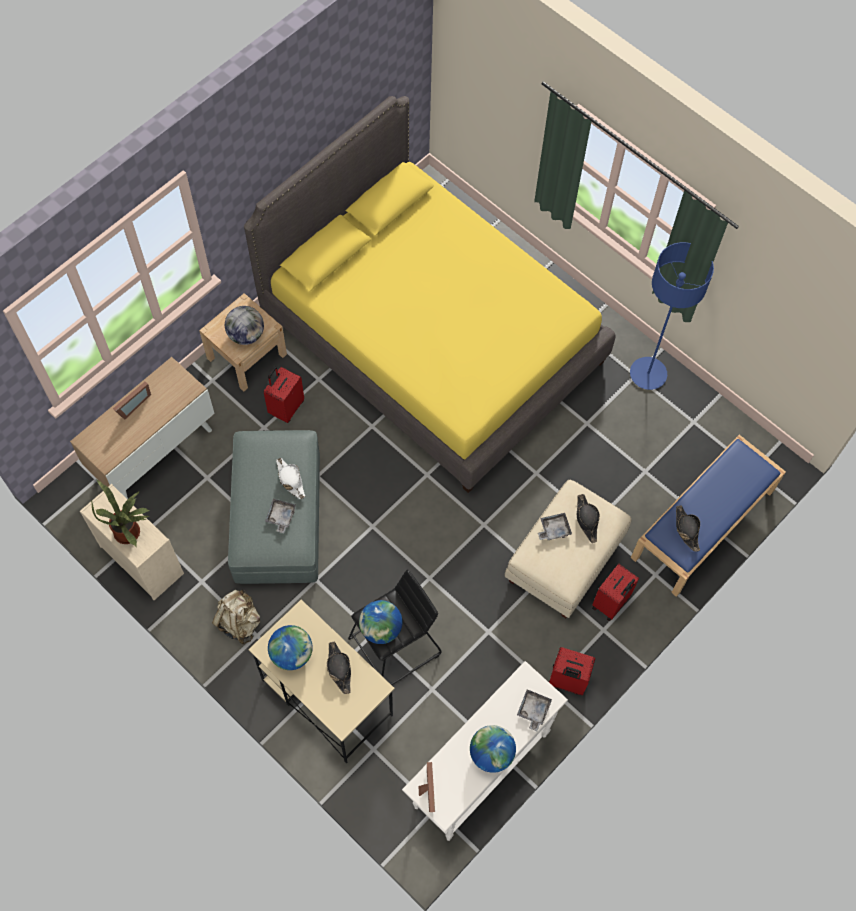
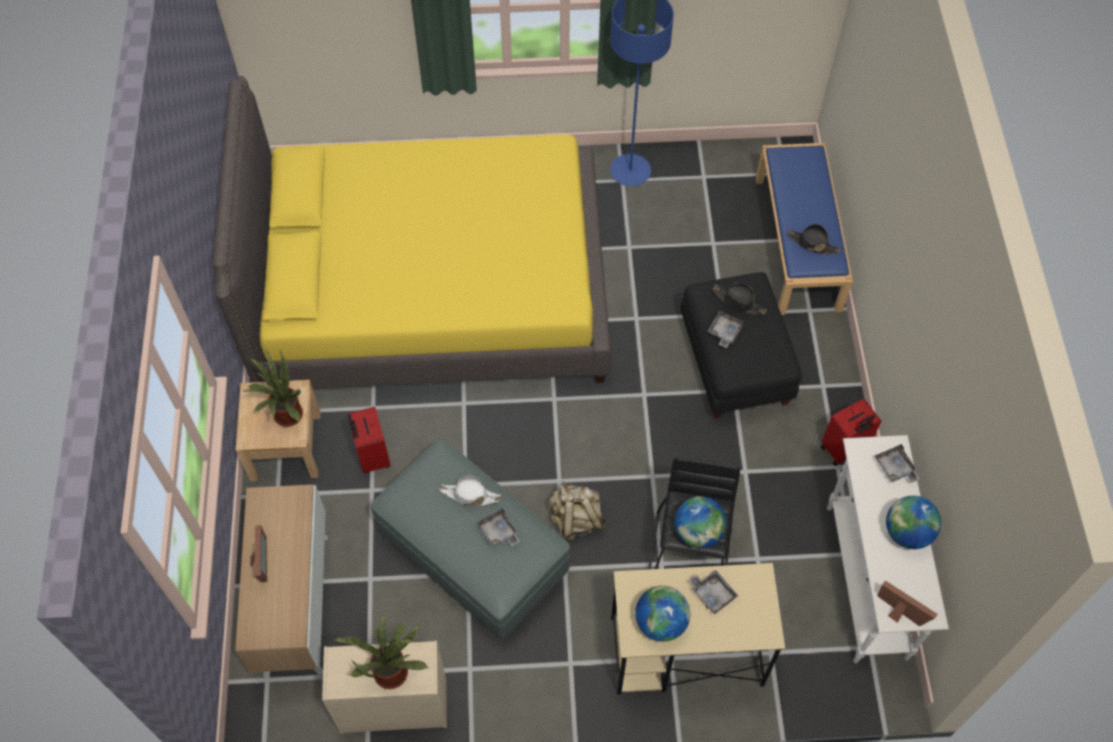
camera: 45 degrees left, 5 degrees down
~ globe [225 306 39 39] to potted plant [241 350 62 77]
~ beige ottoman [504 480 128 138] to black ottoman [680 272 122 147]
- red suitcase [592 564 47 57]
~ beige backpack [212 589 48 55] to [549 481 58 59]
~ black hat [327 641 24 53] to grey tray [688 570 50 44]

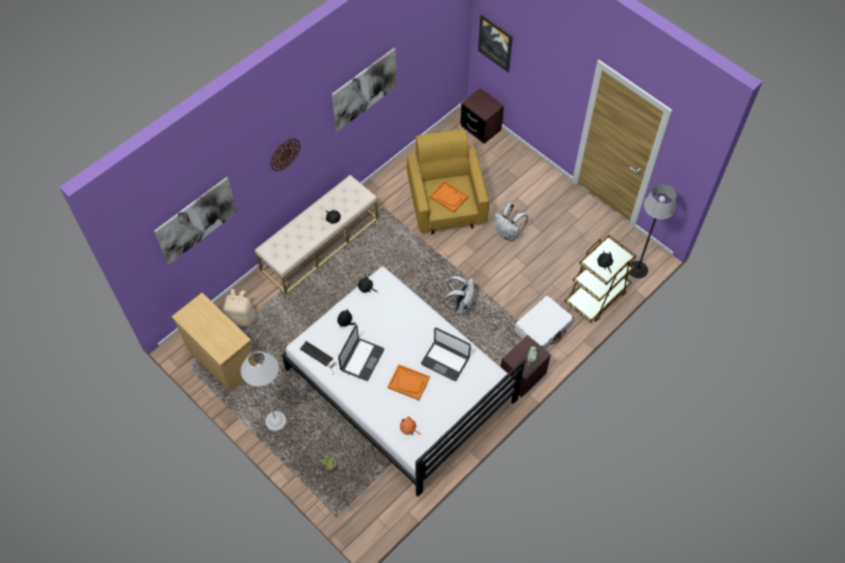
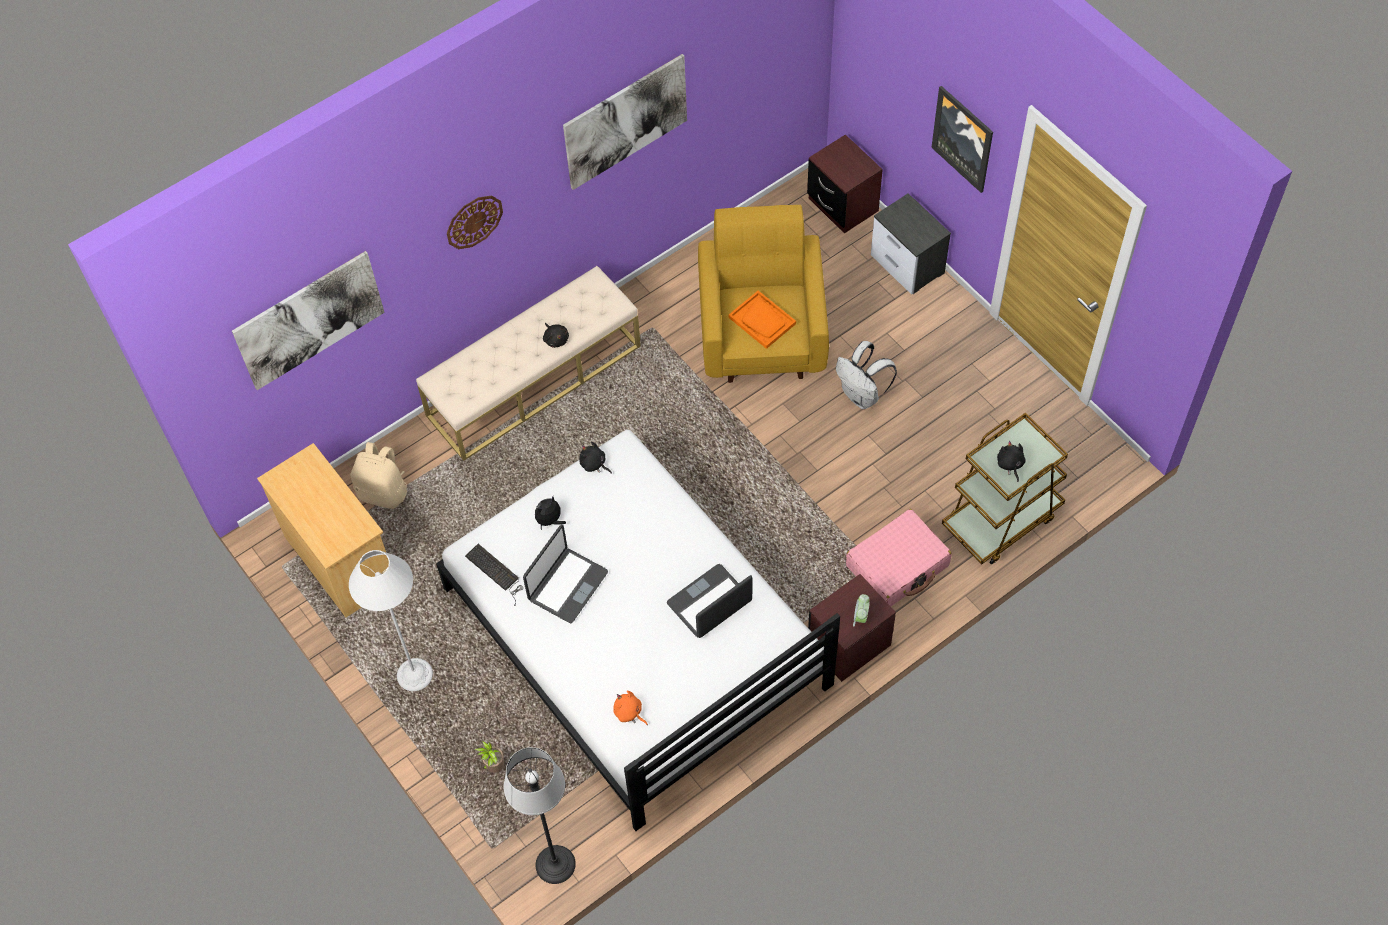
camera: 10 degrees right, 0 degrees up
~ picture [478 14 35 58] to [931 86 62 107]
~ floor lamp [629 184 47 94] to [504 747 72 137]
- white backpack [444 276 30 39]
~ white suitcase [514 295 60 54] to pink suitcase [846 509 105 97]
~ laptop [421 327 50 54] = [667 564 85 74] 105 degrees clockwise
- orange tray [388 364 42 36]
+ nightstand [871 193 80 102]

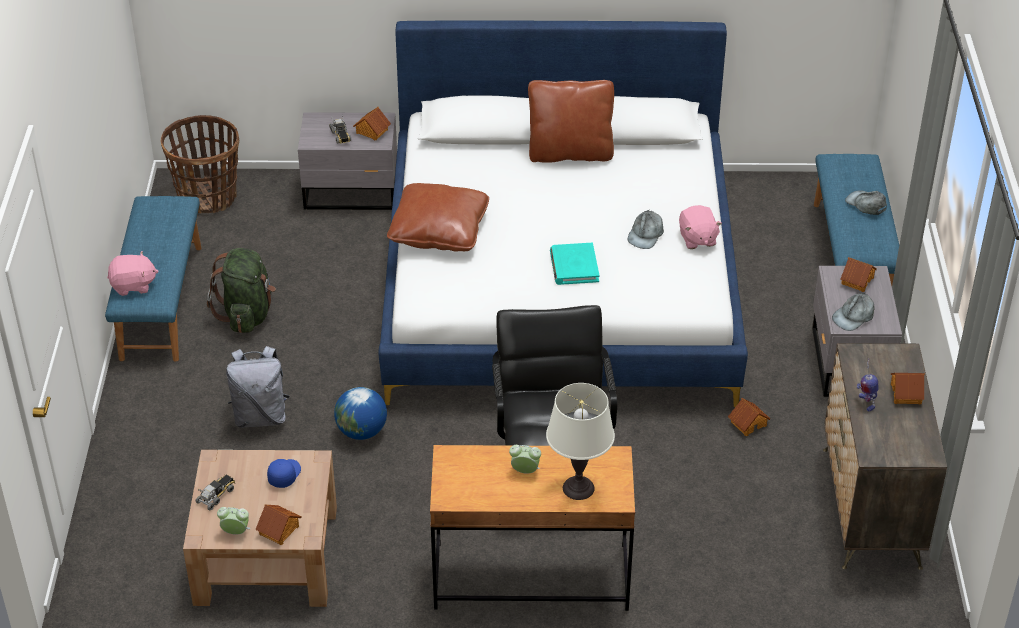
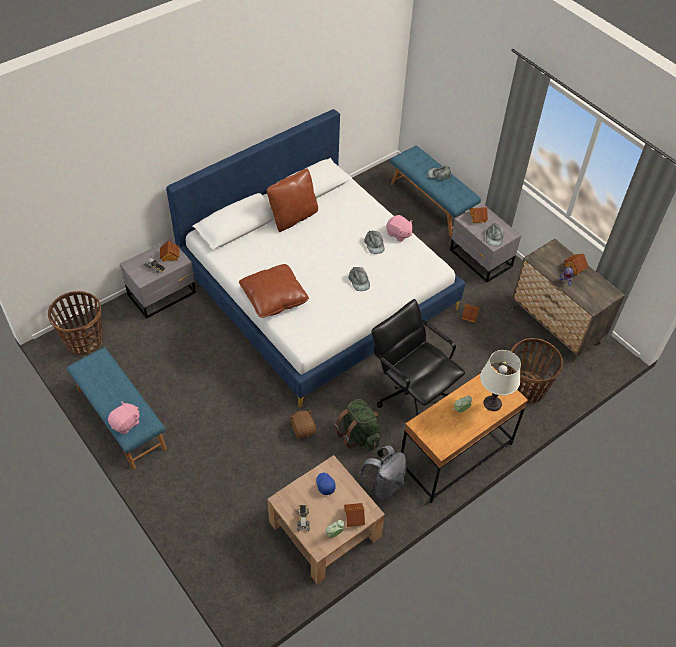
camera: 40 degrees left, 10 degrees up
~ turquoise book [550 243 49 42] to grey cap [349 267 21 24]
~ green backpack [207 248 69 85] to [334 399 46 52]
~ grey backpack [226 346 64 82] to [359 446 48 54]
~ globe [334 387 53 53] to brown plush toy [289 411 27 28]
+ basket [508 338 55 66]

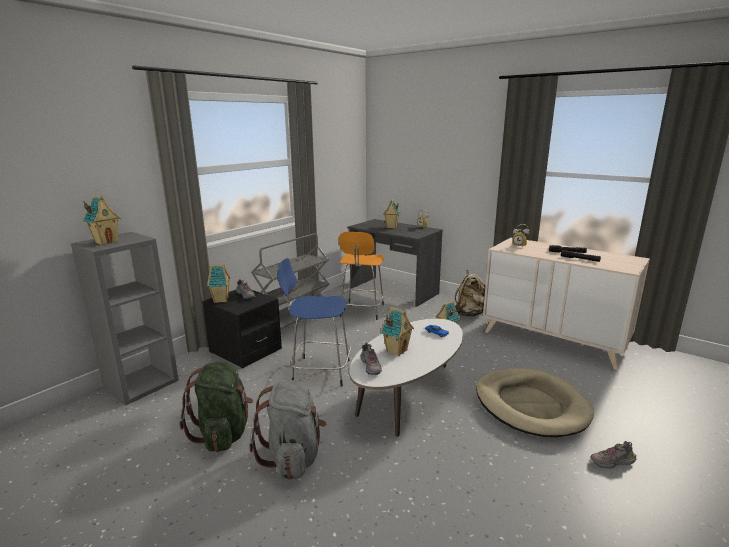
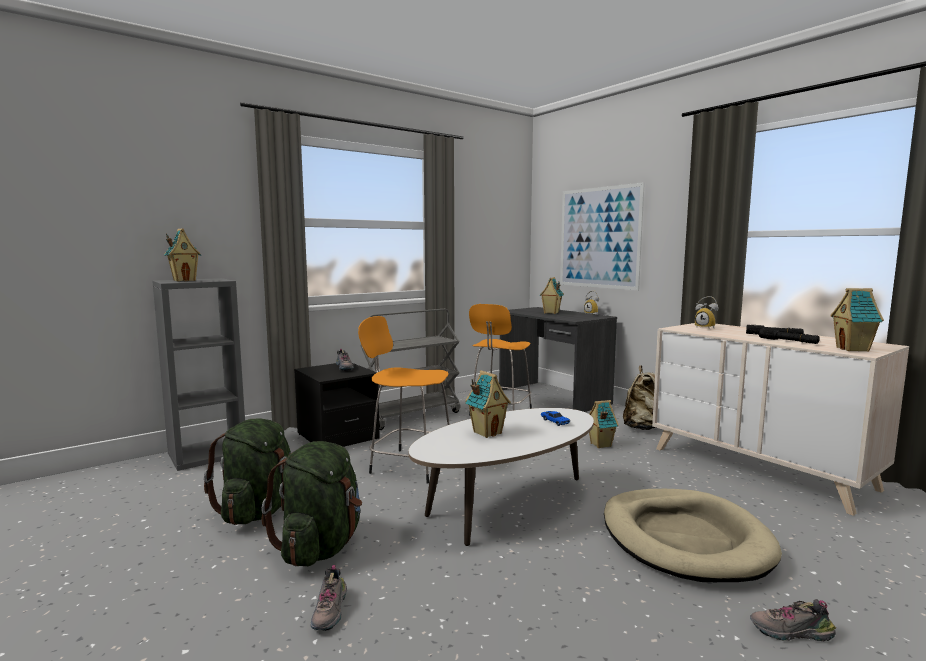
camera: 15 degrees right, 10 degrees down
~ blue stool [277 258 74 129] to orange stool [358 316 92 168]
~ toy house [207 264 23 39] to [830 288 54 64]
~ shoe [360 343 22 32] to [311 565 36 66]
~ grey backpack [249 380 77 100] to green backpack [261 441 101 126]
+ picture [560 182 85 108]

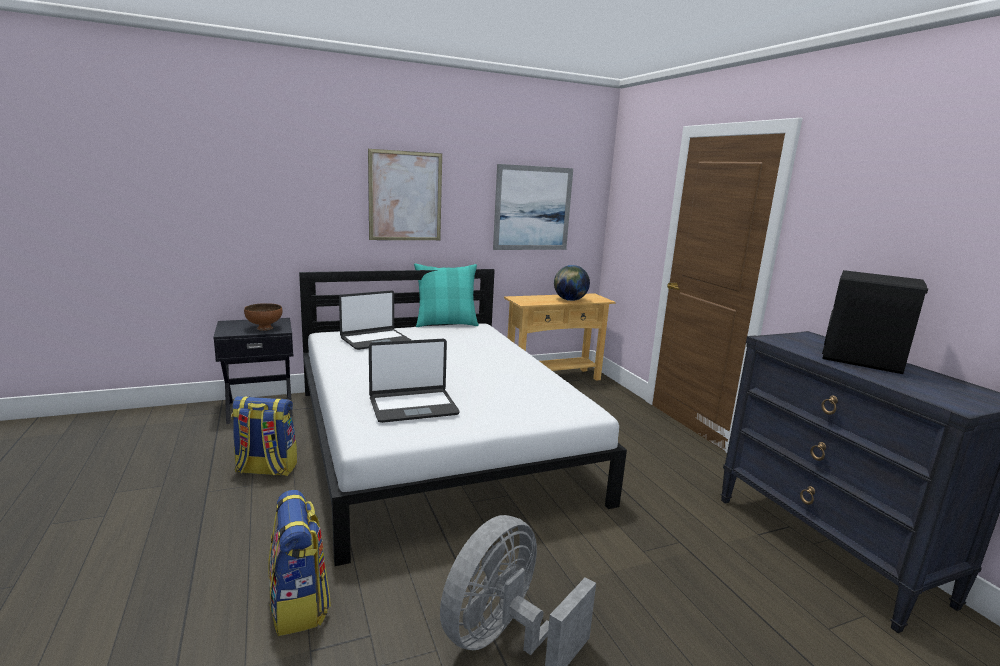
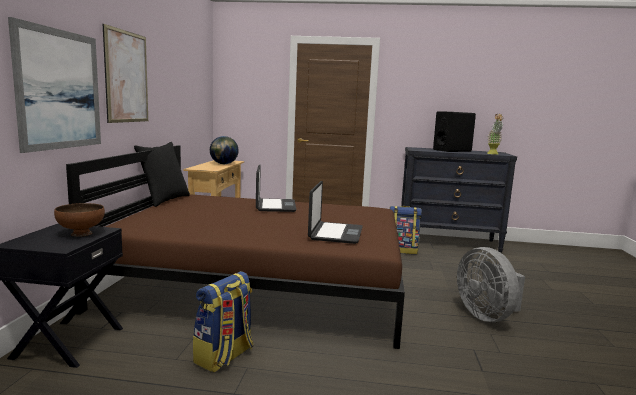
camera: 60 degrees left, 5 degrees down
~ picture [493 164 80 86] to [8 17 93 136]
~ turquoise pillow [414 264 65 63] to black pillow [134 142 56 65]
~ white bed [299 269 328 297] to brown bed [66 145 339 204]
~ laptop [339 290 72 60] to [256 165 41 47]
~ backpack [268 490 63 146] to [389 206 33 48]
+ potted plant [487 114 16 41]

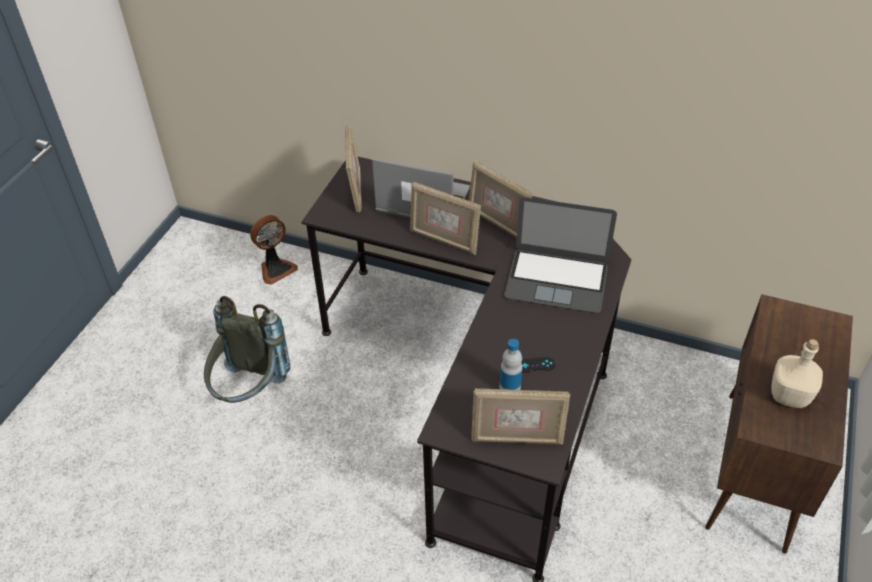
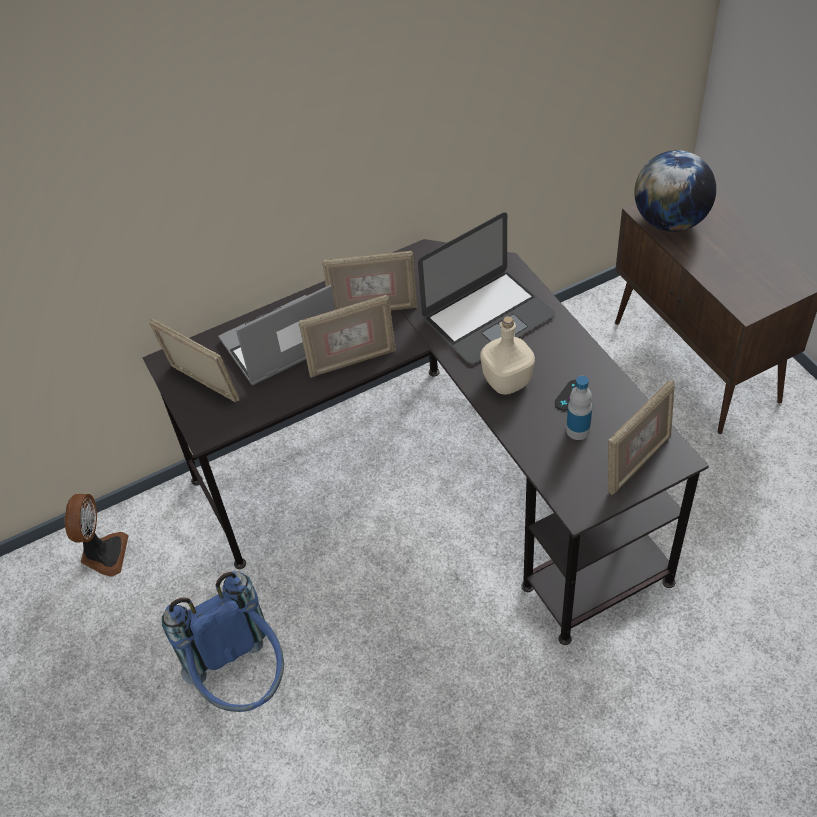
camera: 45 degrees left, 5 degrees up
~ grey backpack [204 296 86 107] to blue backpack [162 571 122 141]
~ beige bottle [771 339 52 69] to [480 316 55 79]
+ globe [634 150 82 82]

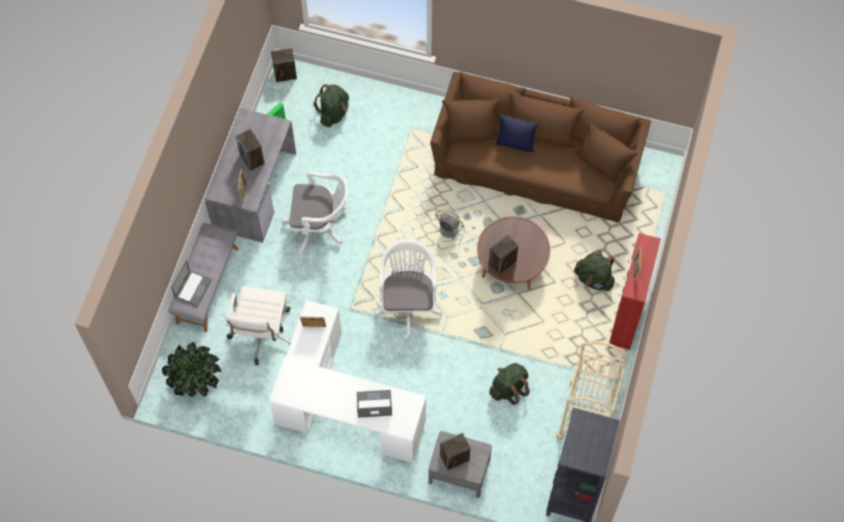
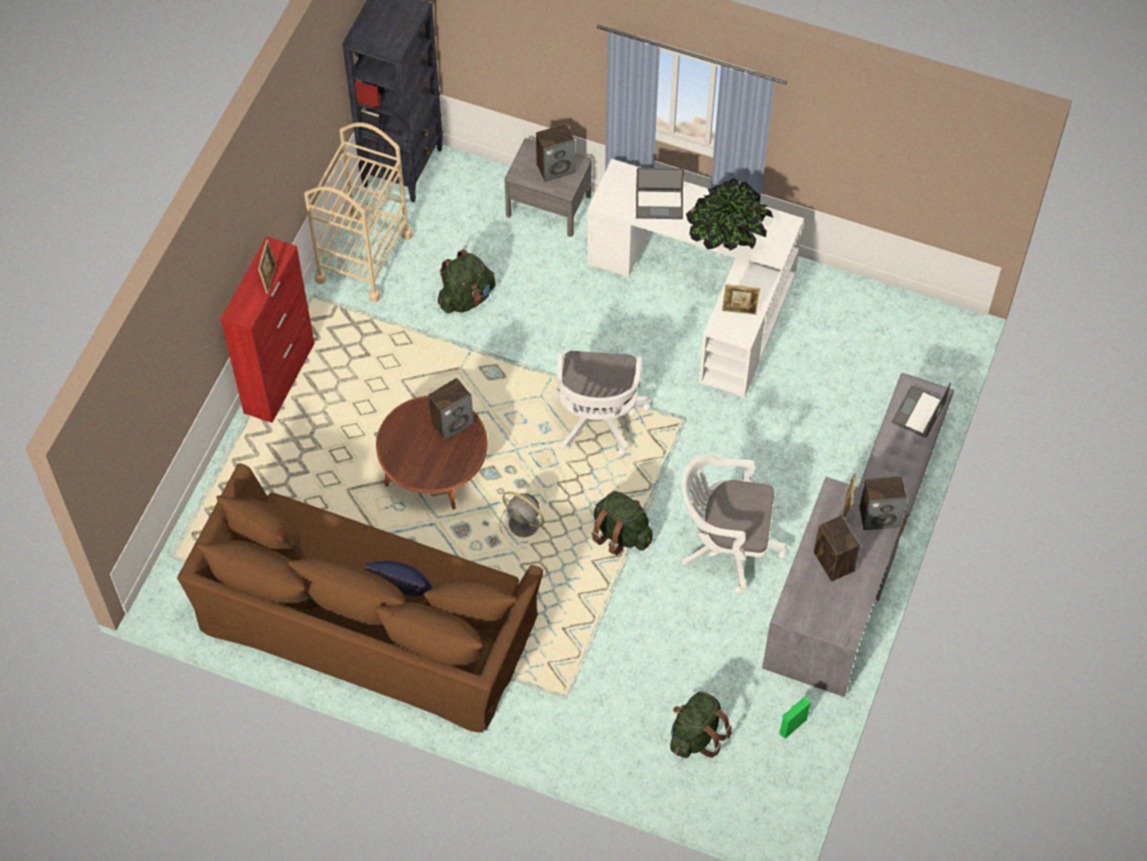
camera: 175 degrees left, 5 degrees down
~ speaker [271 48 26 34] to [859 476 48 54]
~ green backpack [574 250 41 41] to [591 491 62 65]
- white office chair [225 286 66 79]
~ potted plant [162 342 59 55] to [686 178 88 73]

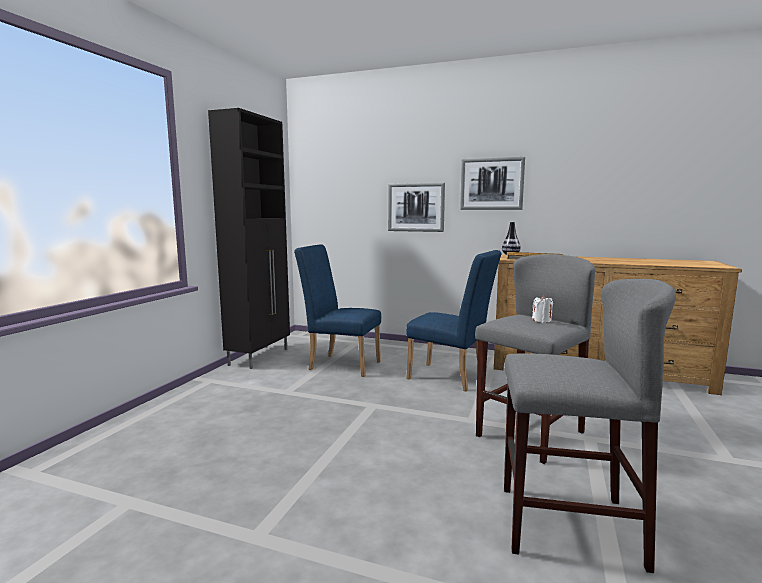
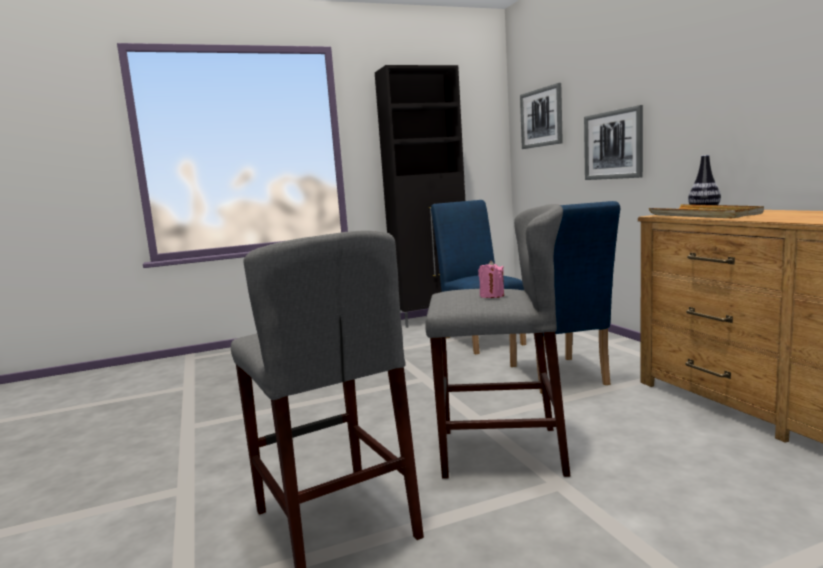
camera: 50 degrees right, 0 degrees up
~ picture [460 157 65 53] to [520 83 43 66]
~ white candle [532 295 21 28] to pink candle [478 260 26 38]

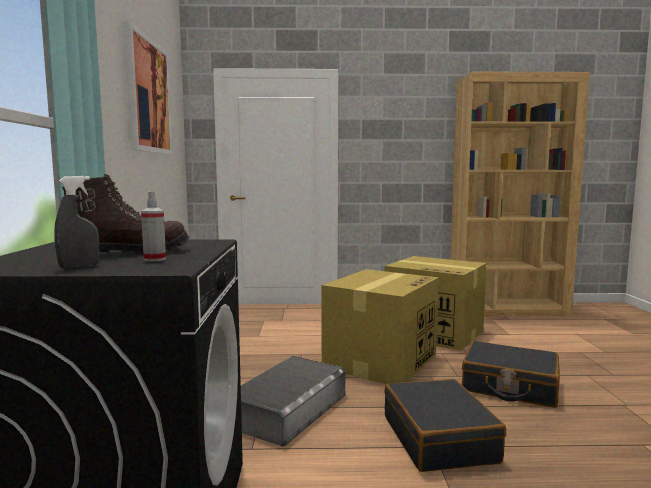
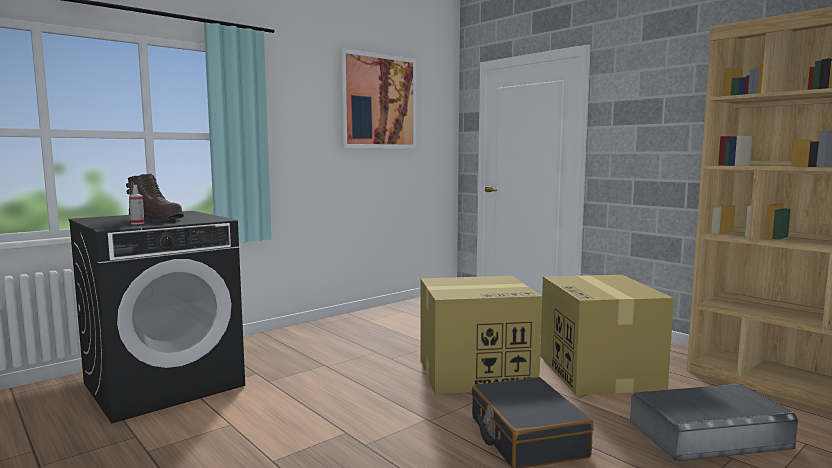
camera: 50 degrees right, 0 degrees up
- grey spray bottle [54 176 45 93]
~ grey storage box [241 356 104 91] to [630 384 168 77]
- black suitcase [384 379 122 93]

